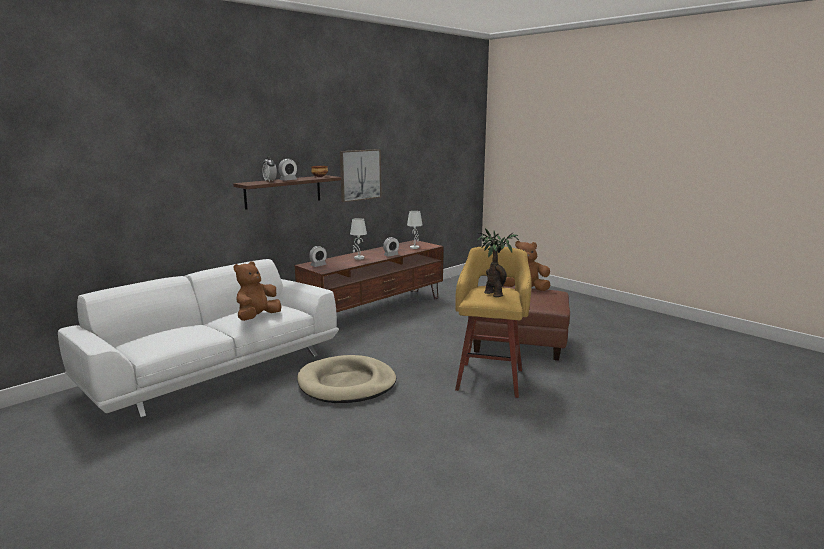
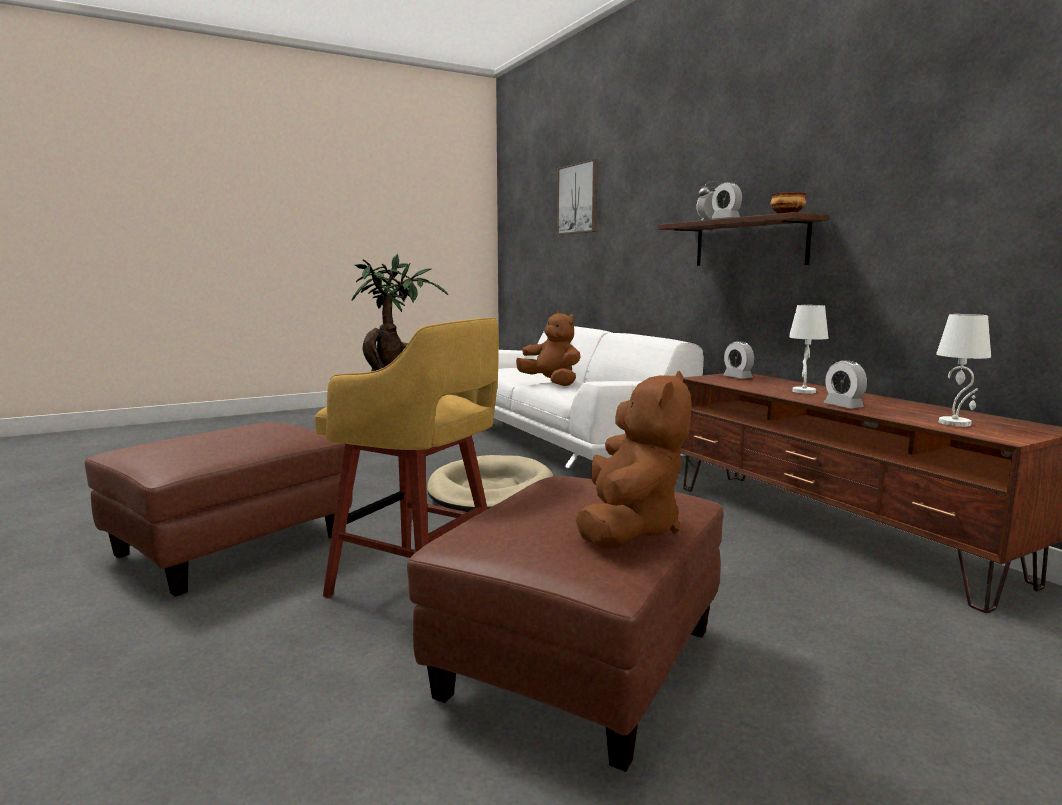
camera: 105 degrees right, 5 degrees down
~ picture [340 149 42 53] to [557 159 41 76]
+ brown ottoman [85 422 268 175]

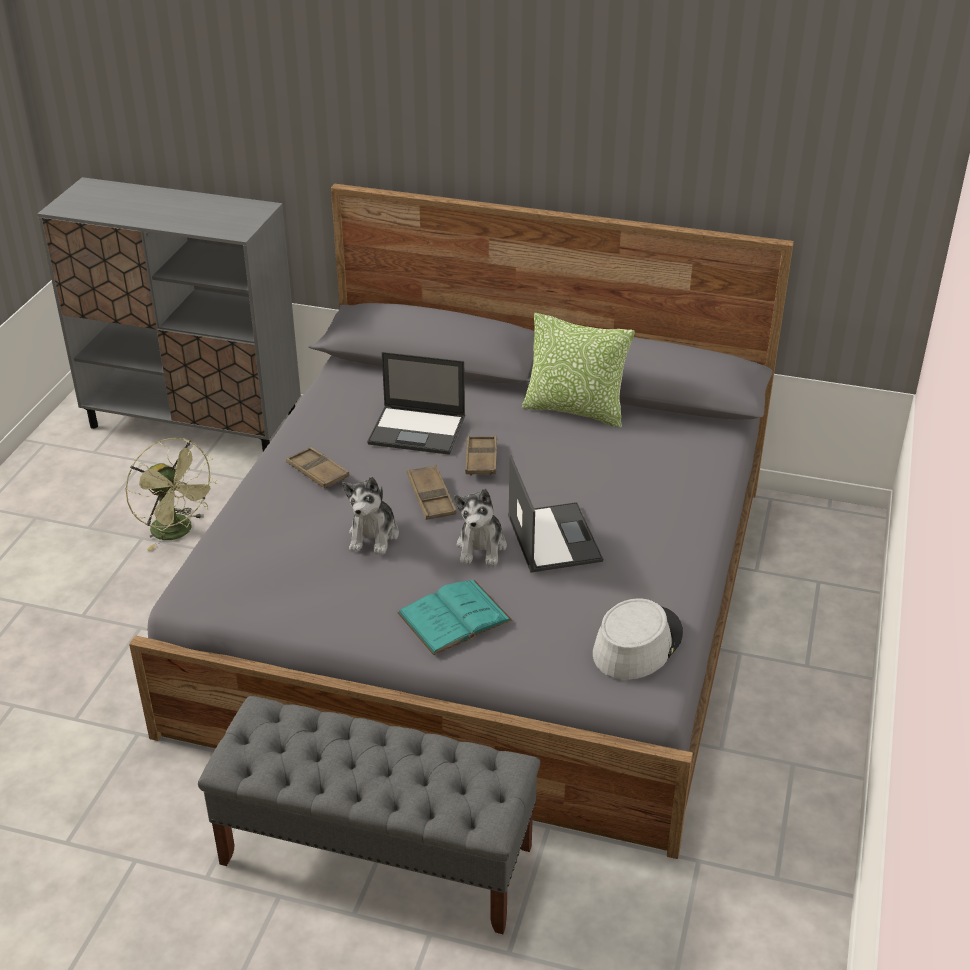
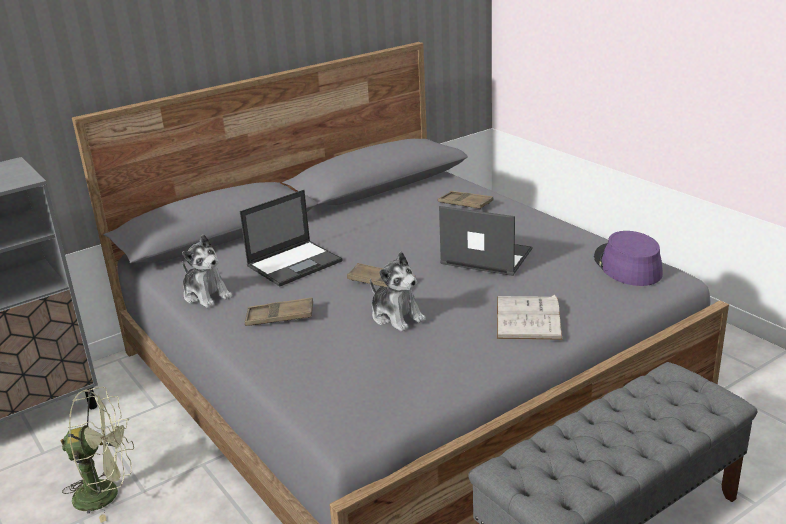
camera: 50 degrees left, 10 degrees down
- pillow [522 313 113 115]
~ brown tray [465 435 32 40] to [438 191 55 18]
~ plush toy [454 489 53 77] to [182 234 50 74]
~ turquoise book [397 580 115 75] to white book [497 295 65 45]
~ grey hat [593 598 90 82] to purple hat [594 231 69 55]

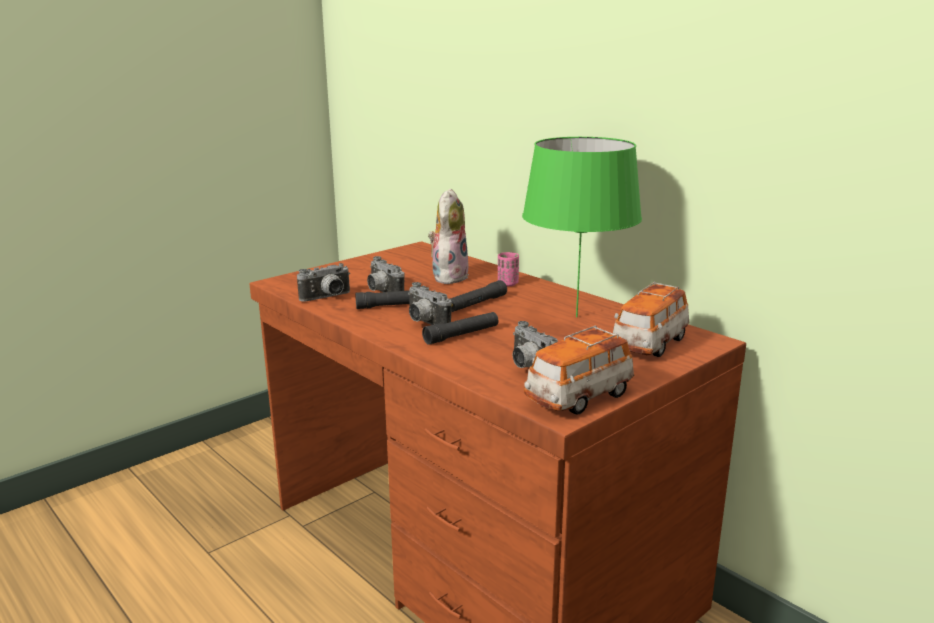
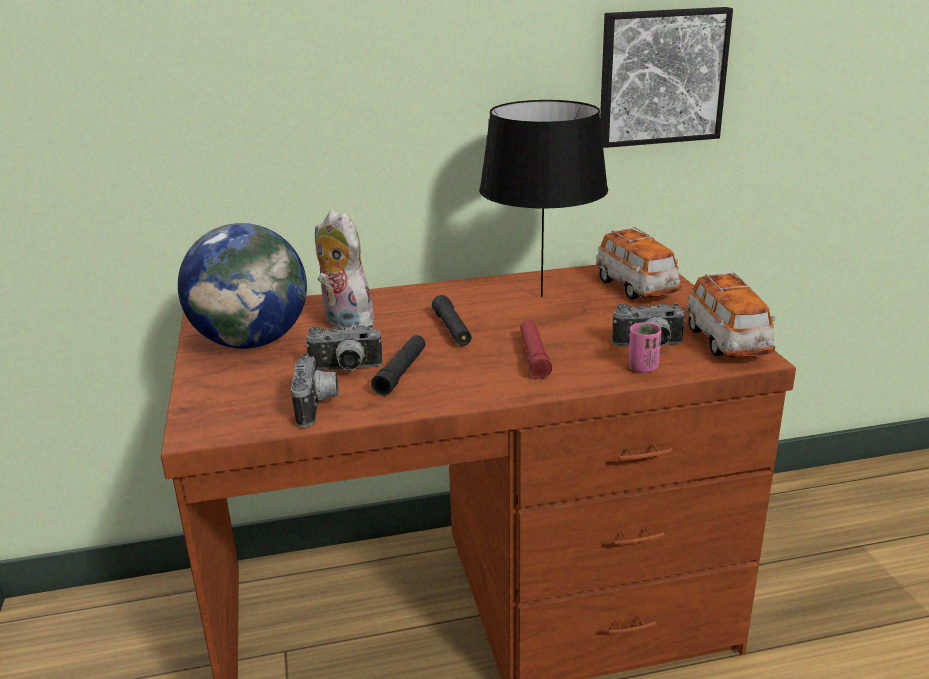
camera: 60 degrees left, 5 degrees up
~ green table lamp [522 137 120 180] to black table lamp [479 100 129 197]
~ pink cup [498 252 21 34] to [629 322 32 51]
- photo camera [408 282 44 43]
~ black flashlight [422 312 76 33] to red flashlight [520 320 32 59]
+ picture [600 7 133 141]
+ globe [178 223 129 126]

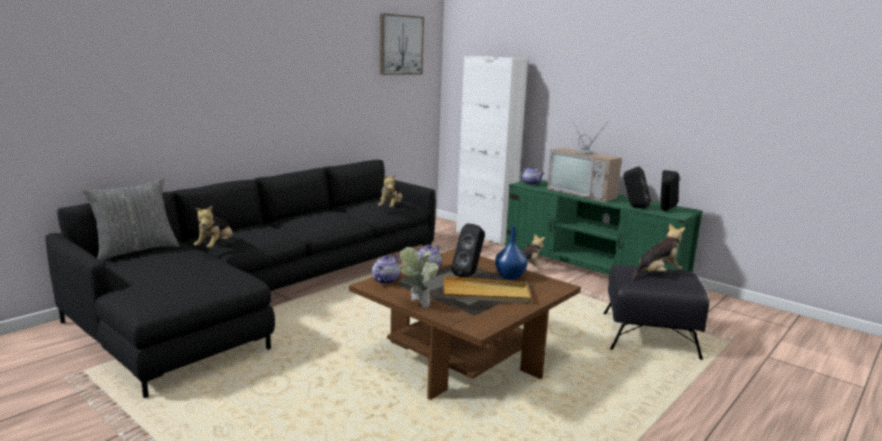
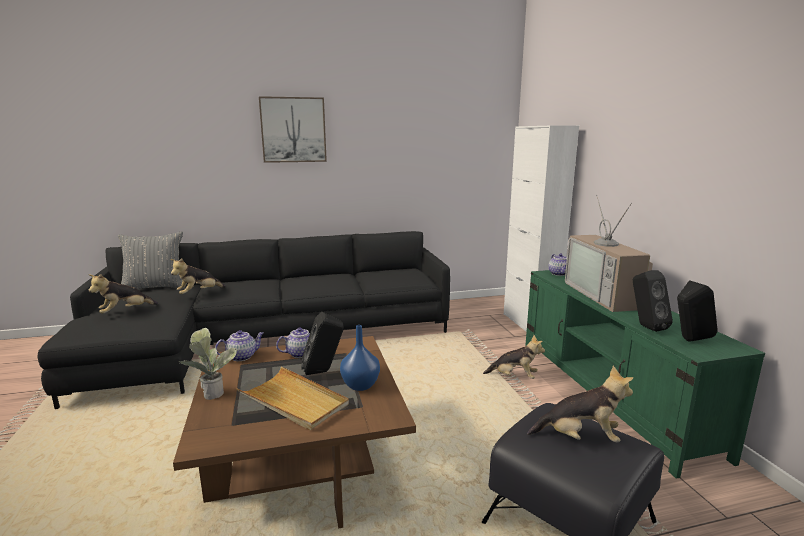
camera: 35 degrees right, 0 degrees up
~ picture [380 13 44 62] to [259 96 68 67]
~ plush toy [378 175 24 33] to [88 274 70 40]

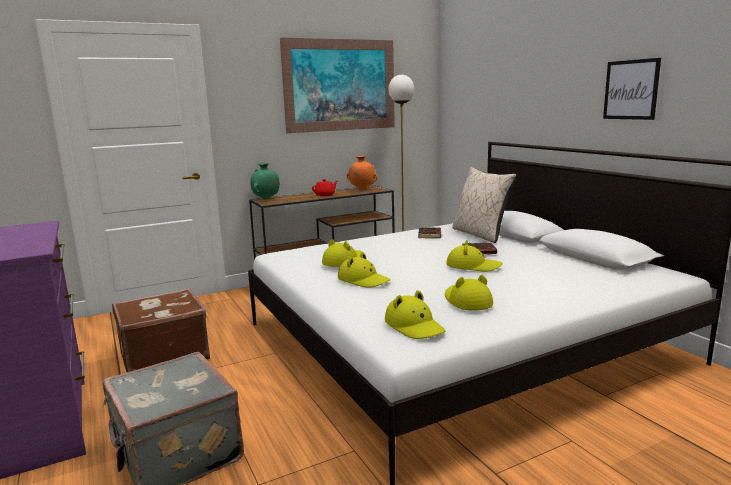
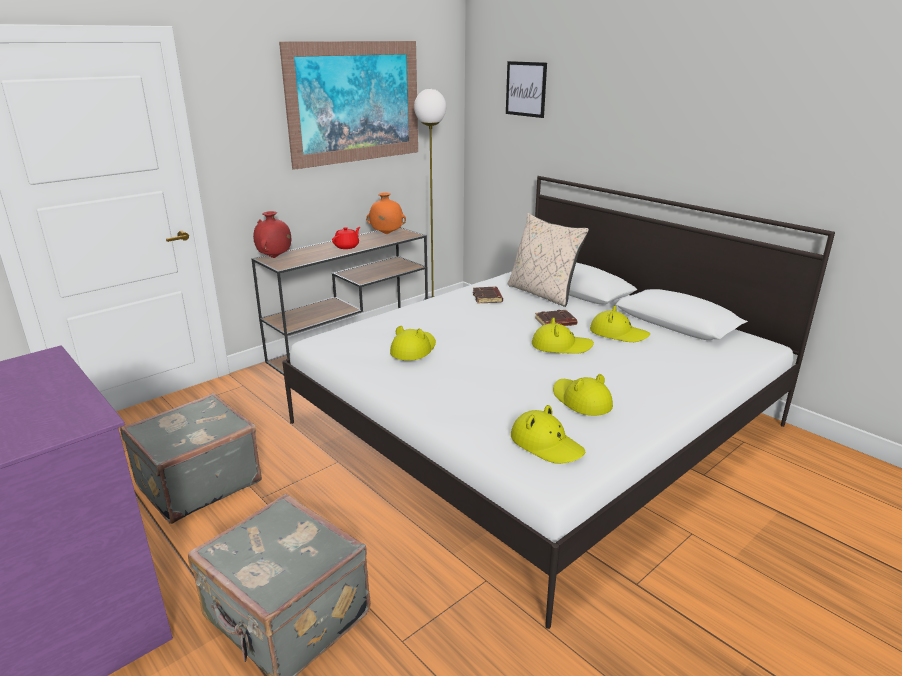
camera: 15 degrees left, 10 degrees up
~ picture [603 58 58 62] to [506 61 41 57]
~ green vase [250 163 30 37] to red vase [253 211 38 47]
~ yellow hat [338 252 53 36] to [590 305 60 37]
~ brown suitcase [112 288 98 84] to grey suitcase [120 393 142 131]

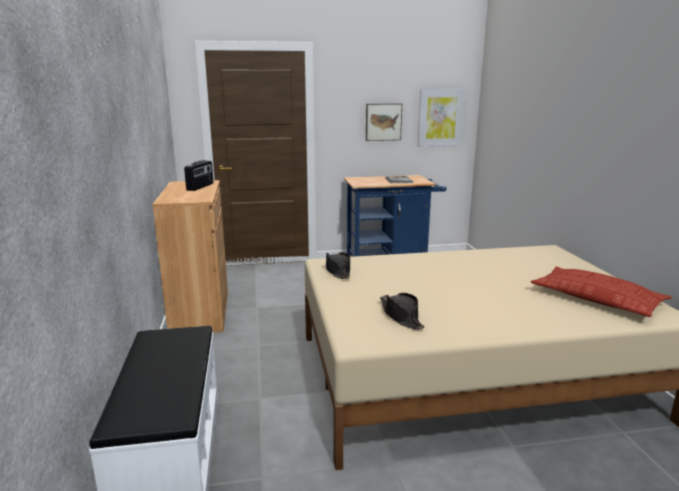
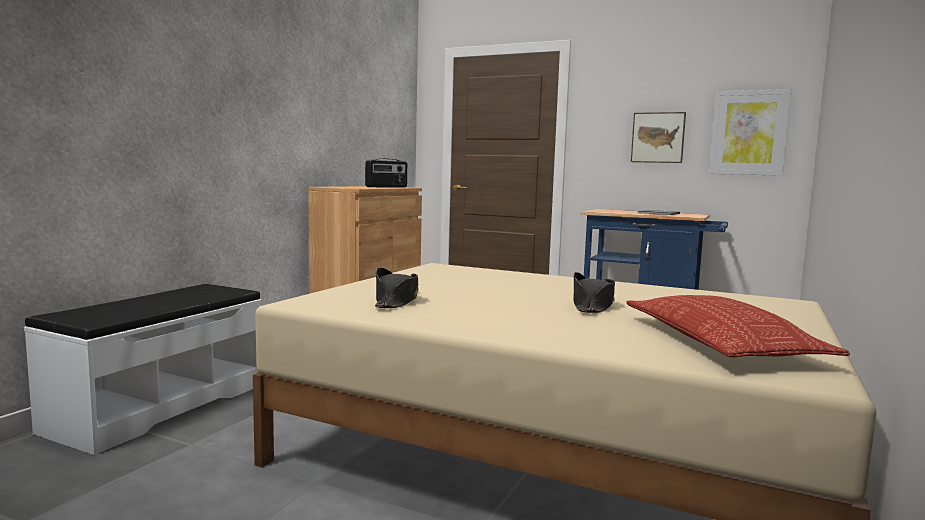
camera: 35 degrees right, 10 degrees down
~ black hat [326 252 24 27] to [574 272 41 41]

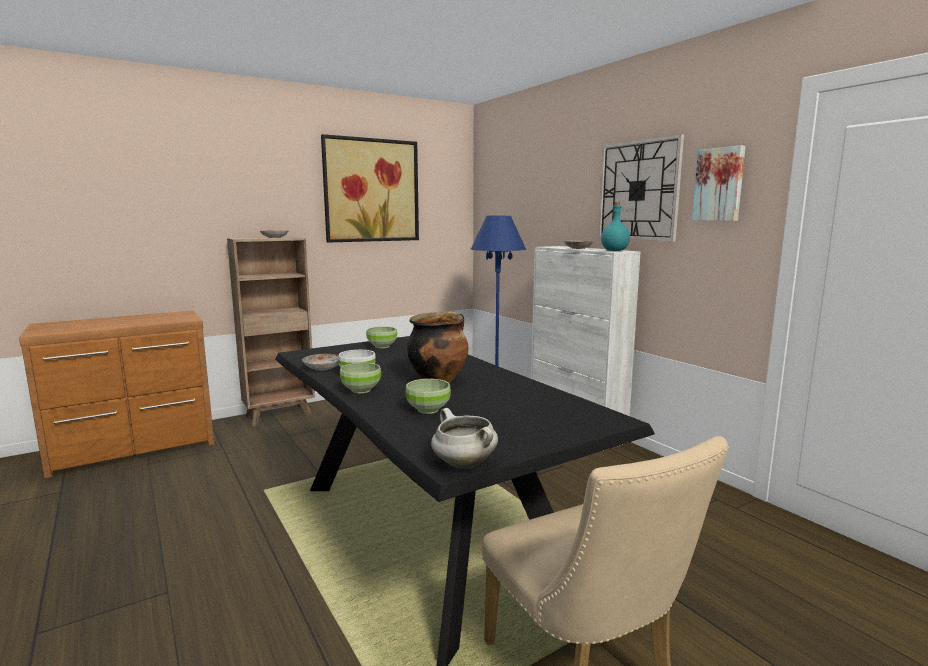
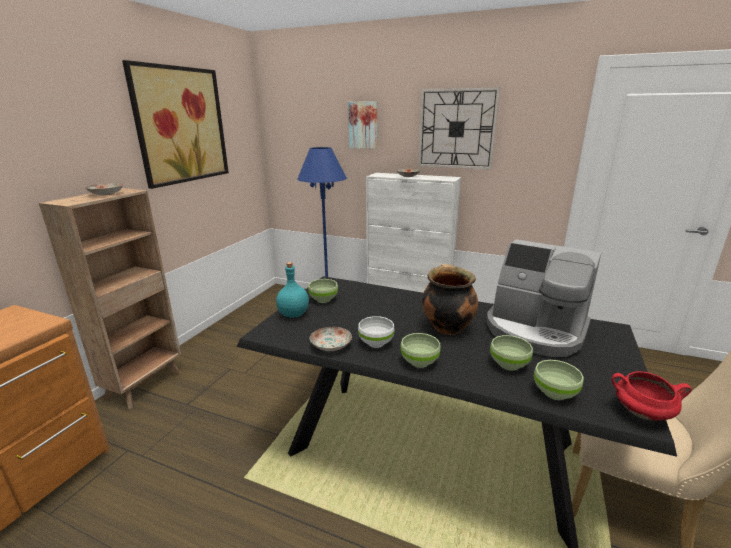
camera: 35 degrees left, 10 degrees up
~ picture [692 145 54 76] to [348 101 29 48]
~ turquoise bottle [601 202 29 49] to [276 262 33 56]
~ white cooking pot [431 408 67 61] to red cooking pot [612 371 80 50]
+ coffee machine [487 239 114 118]
+ green bowl [534 360 50 40]

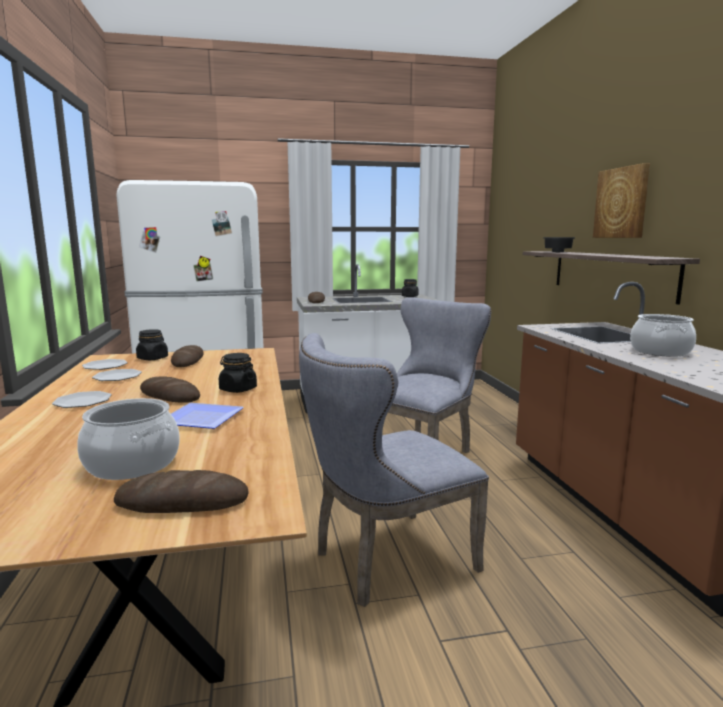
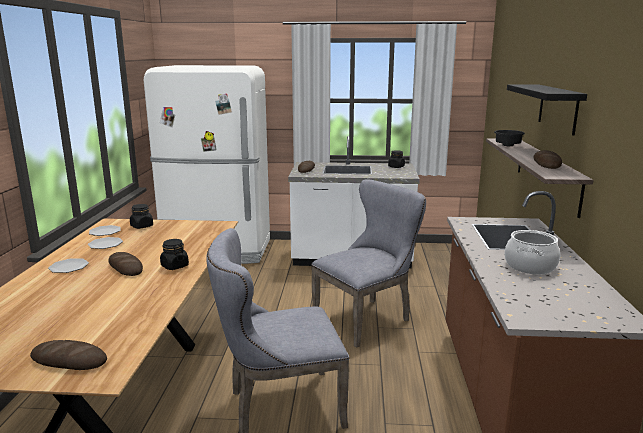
camera: 15 degrees right, 5 degrees up
~ picture [593 163 57 75] to black shelf [507 84 80 52]
~ bread [171 345 33 22] to [533 150 29 19]
- cooking pot [78 398 102 82]
- plate [171 403 73 26]

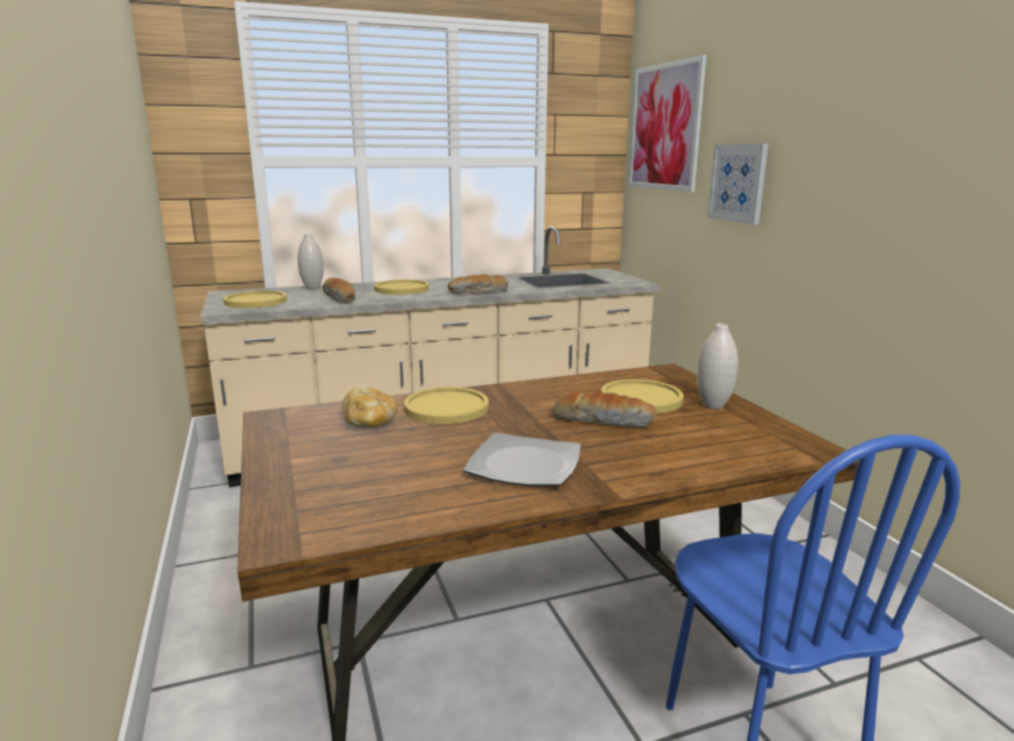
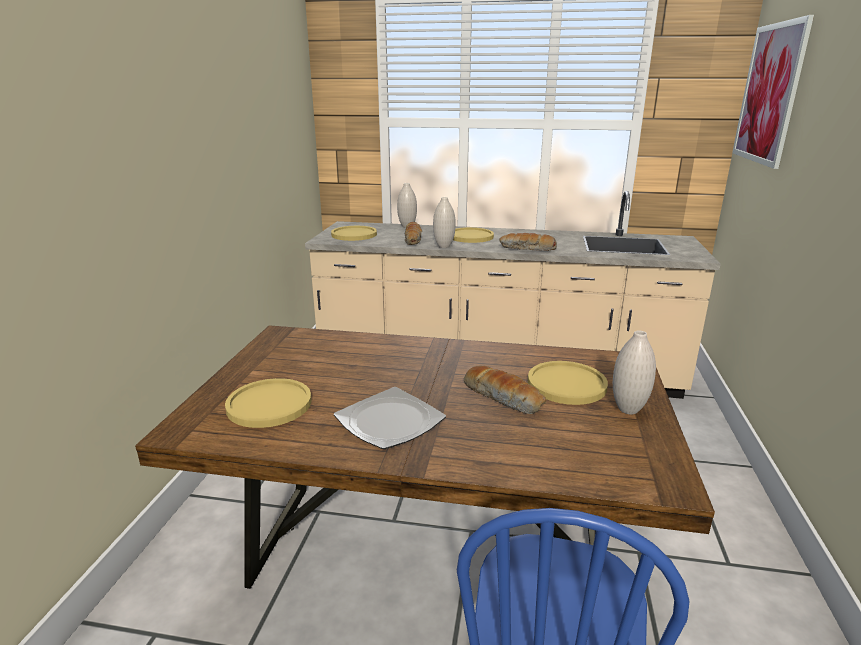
camera: 30 degrees right, 5 degrees up
- picture [708 144 60 81]
~ yellow plate [404 387 85 37] to [225 378 86 50]
- bread [342 388 56 40]
+ white vase [433 197 23 51]

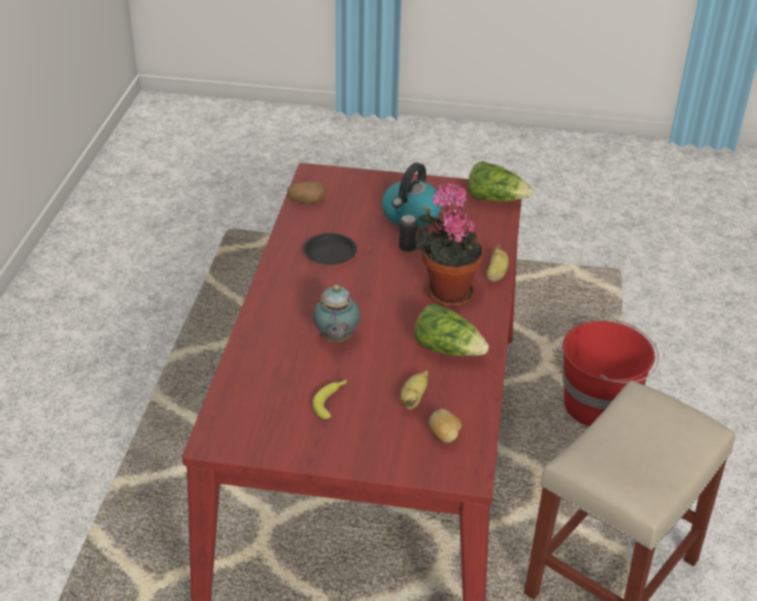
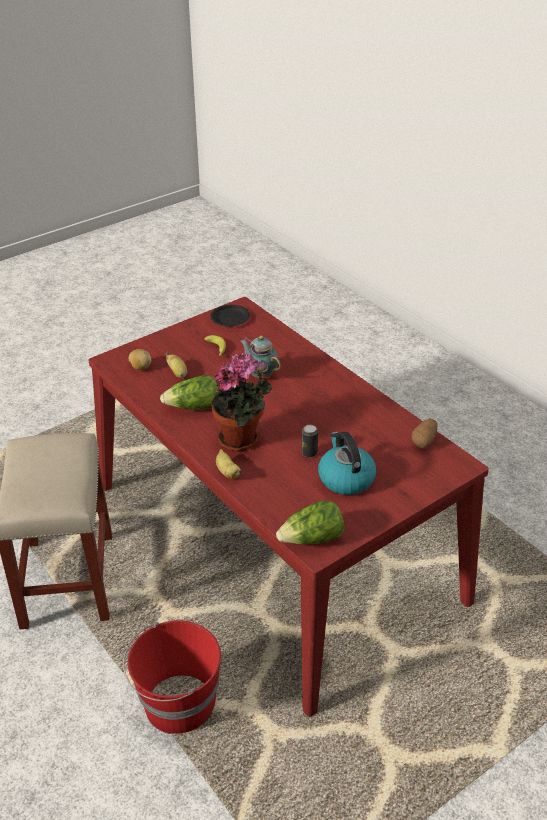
camera: 135 degrees right, 0 degrees up
~ black plate [303 233 54 32] to [211 305 39 22]

